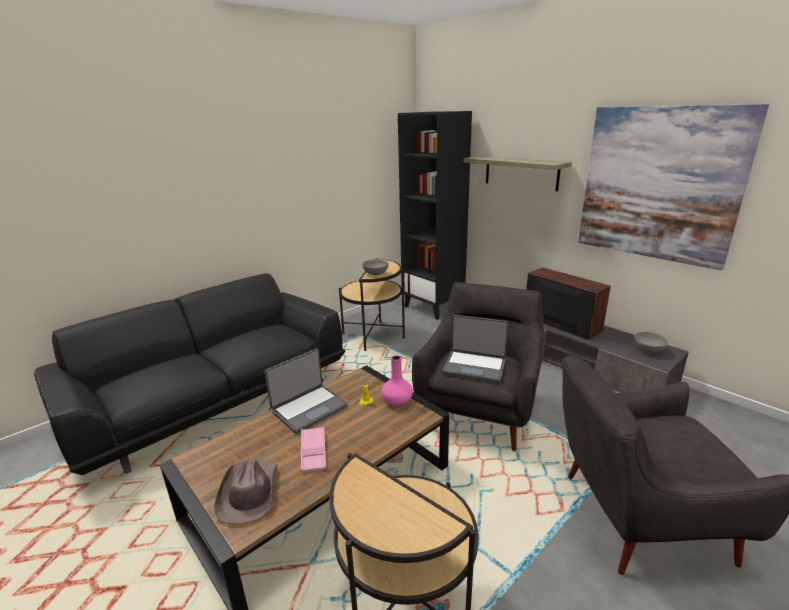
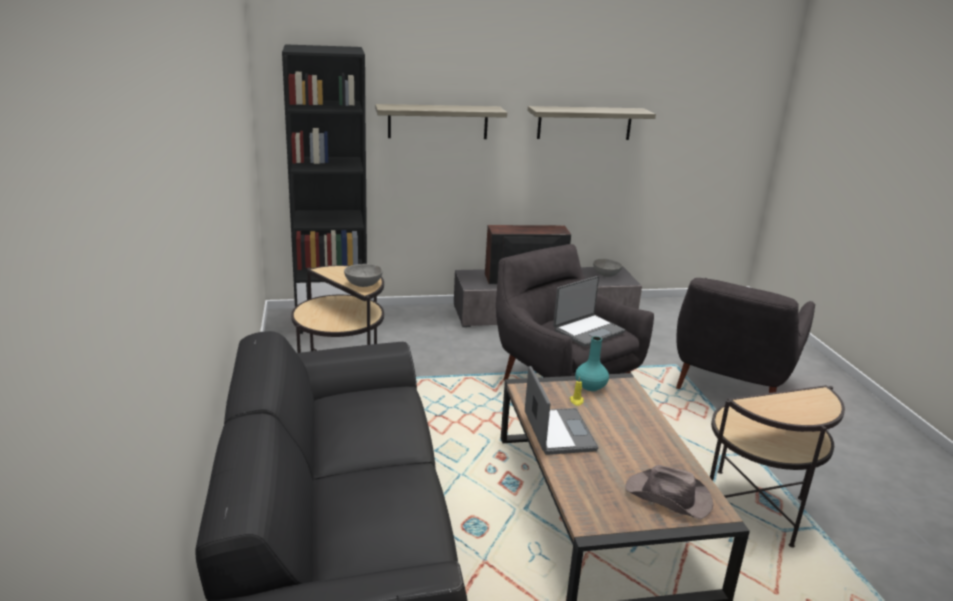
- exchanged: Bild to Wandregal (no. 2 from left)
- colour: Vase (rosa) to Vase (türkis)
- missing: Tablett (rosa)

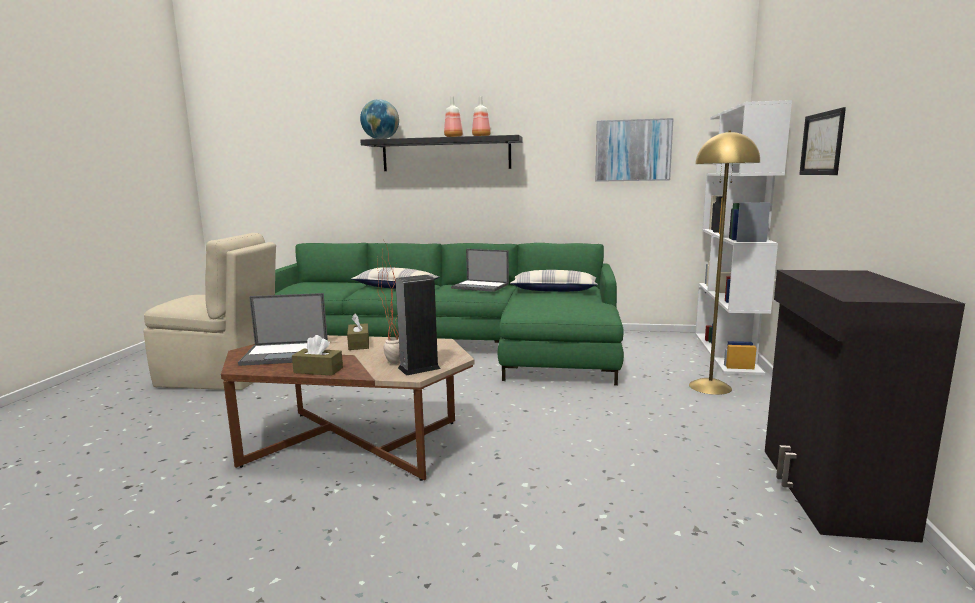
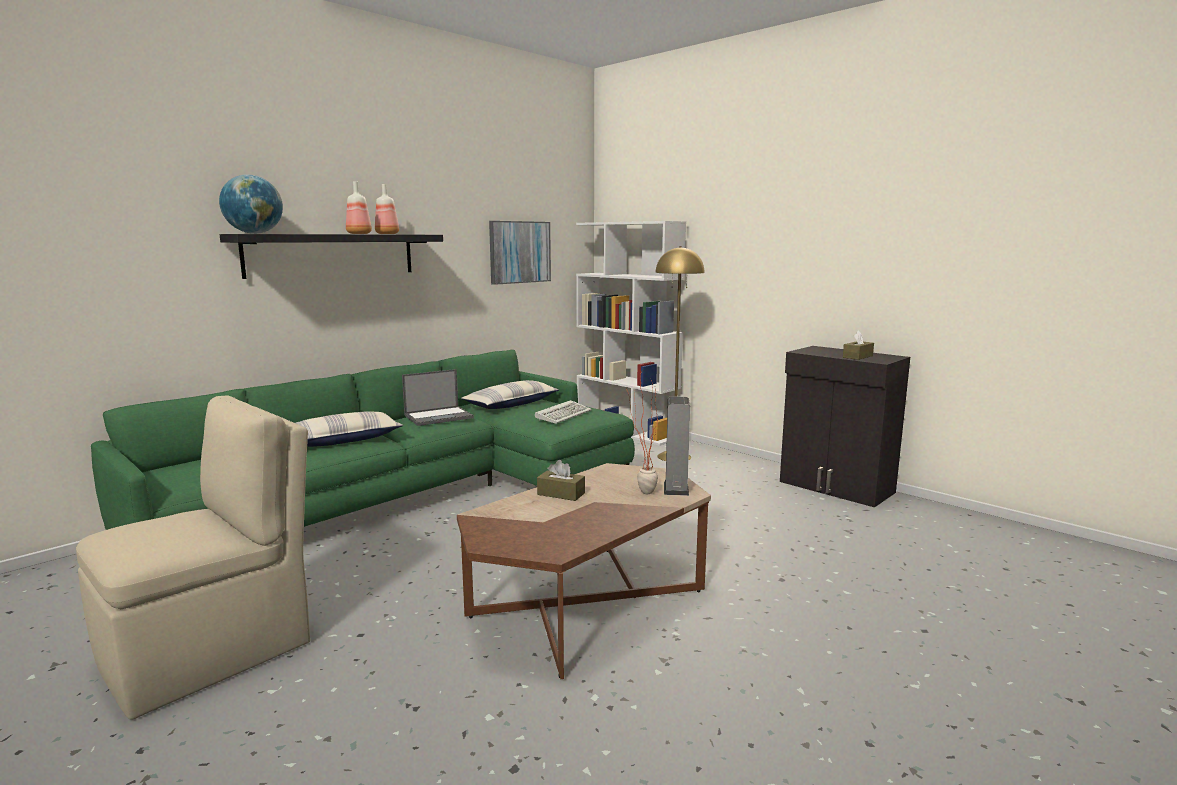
- appeared: Tastatur
- relocated: Taschentuchbox (braun) (no. 1 from left in the first image) to Taschentuchbox (braun) (no. 2 from left)
- missing: Laptop (no. 1 from left)
- missing: Bild (no. 2 from left)

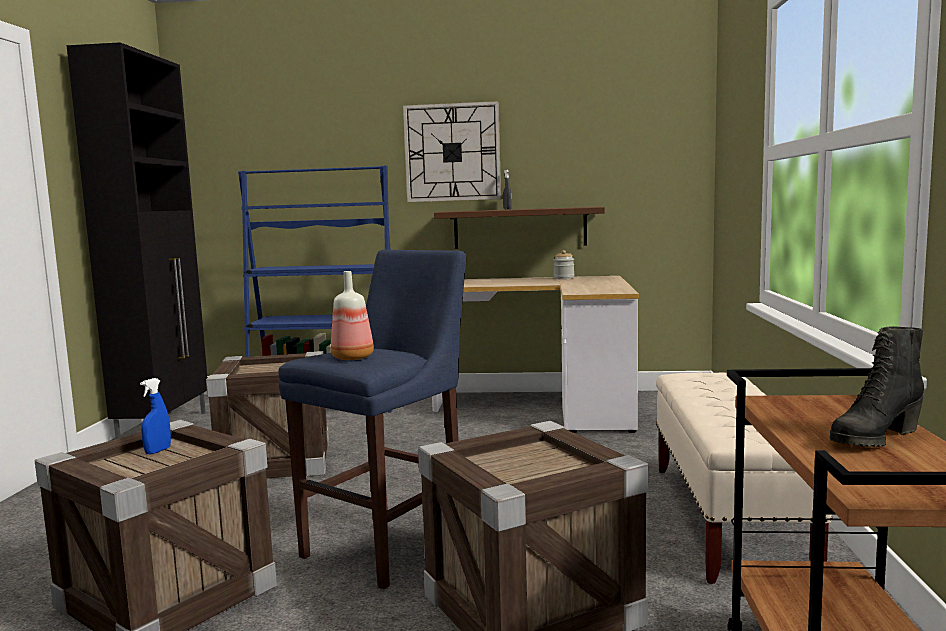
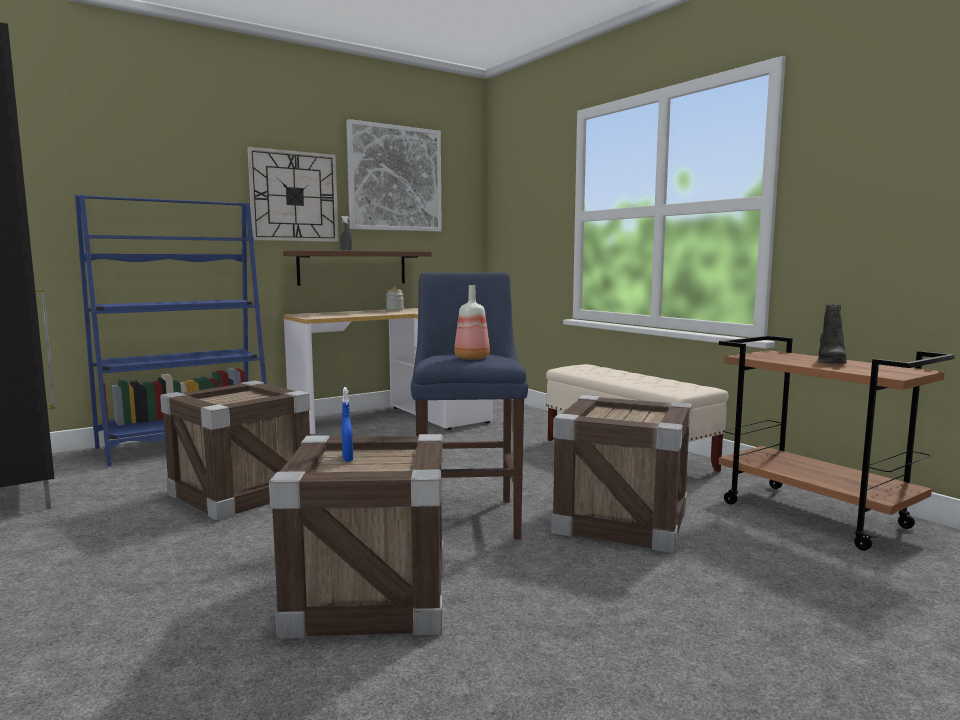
- appeared: Bild

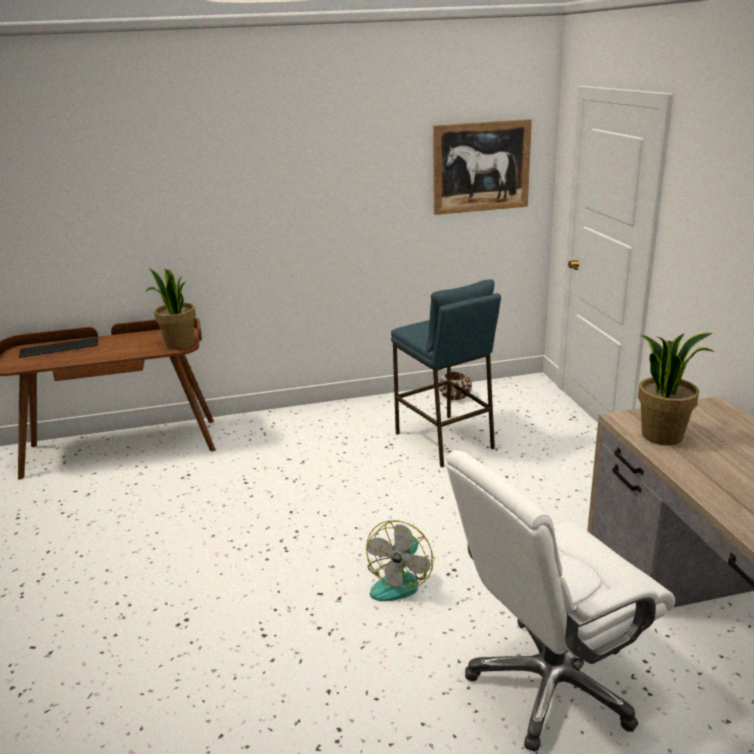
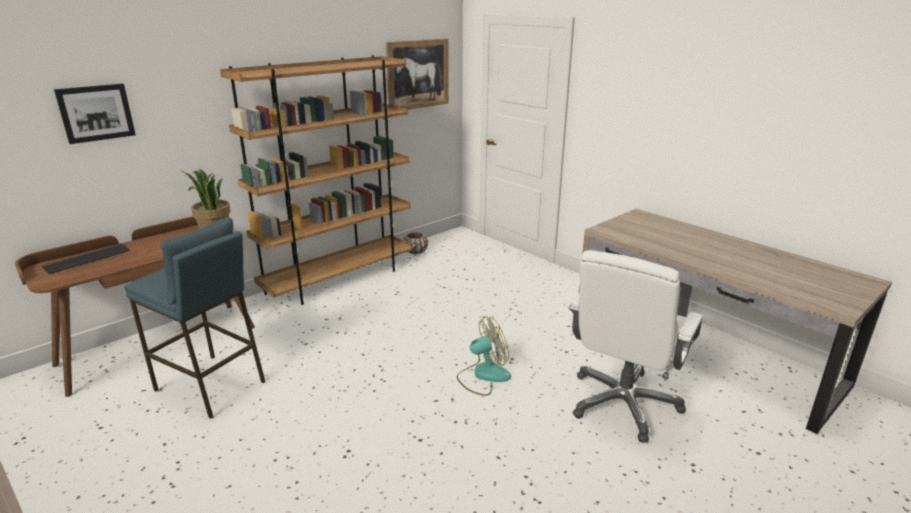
- appeared: Bild (no. 1 from left)
- relocated: Hocker (blau)
- appeared: Bücherregal (braun)
- spun: Ventilator 105 degrees counterclockwise
- missing: Topfpflanze (no. 2 from left)

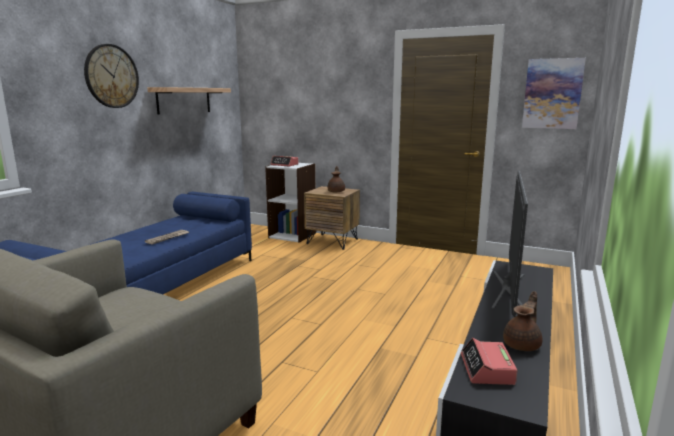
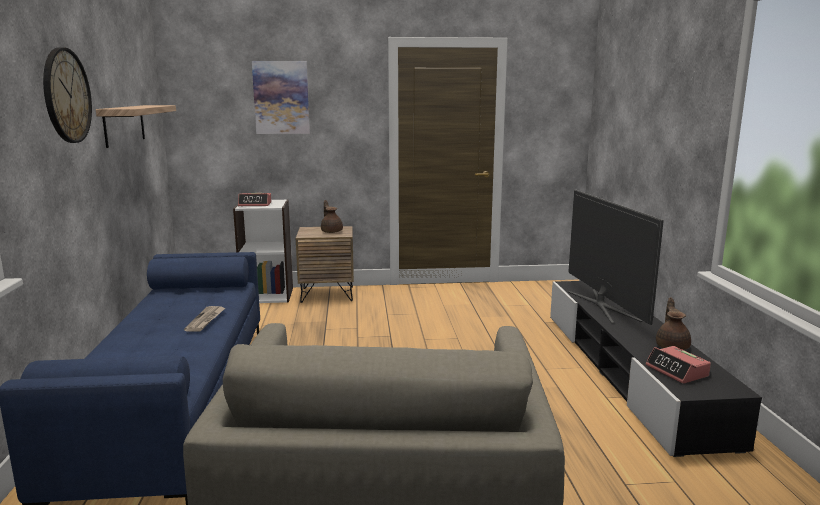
- relocated: Bild

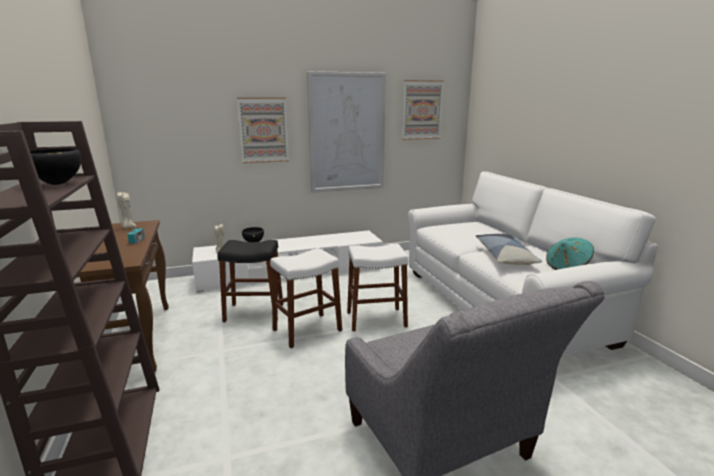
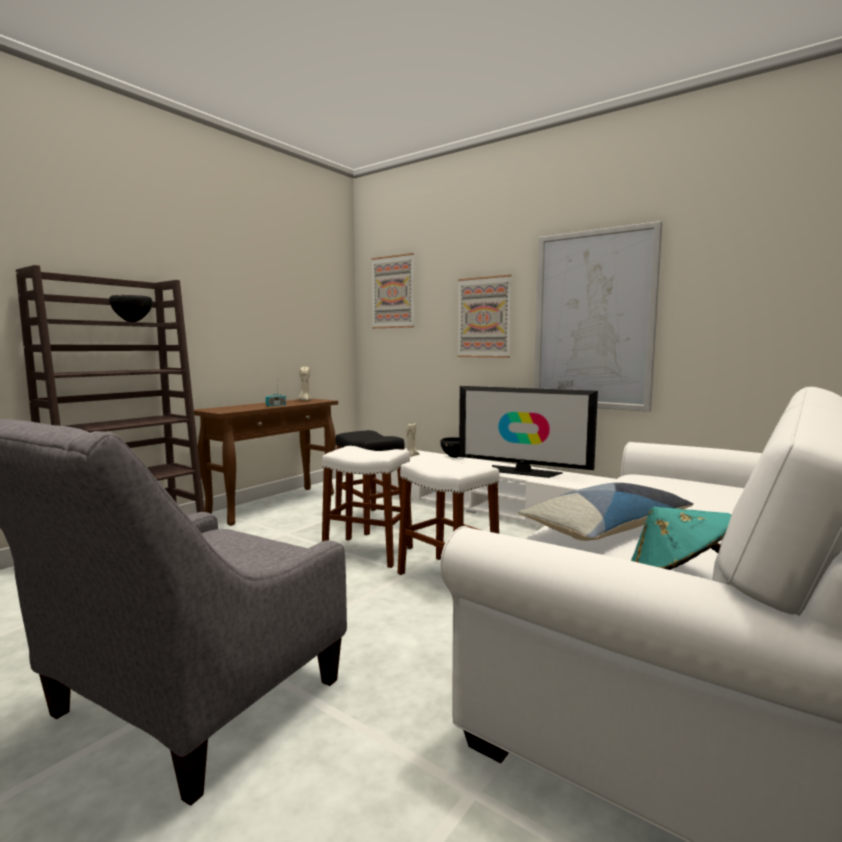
- relocated: Bild (no. 3 from left in the first image) to Bild (no. 1 from left)
- appeared: Fernseher

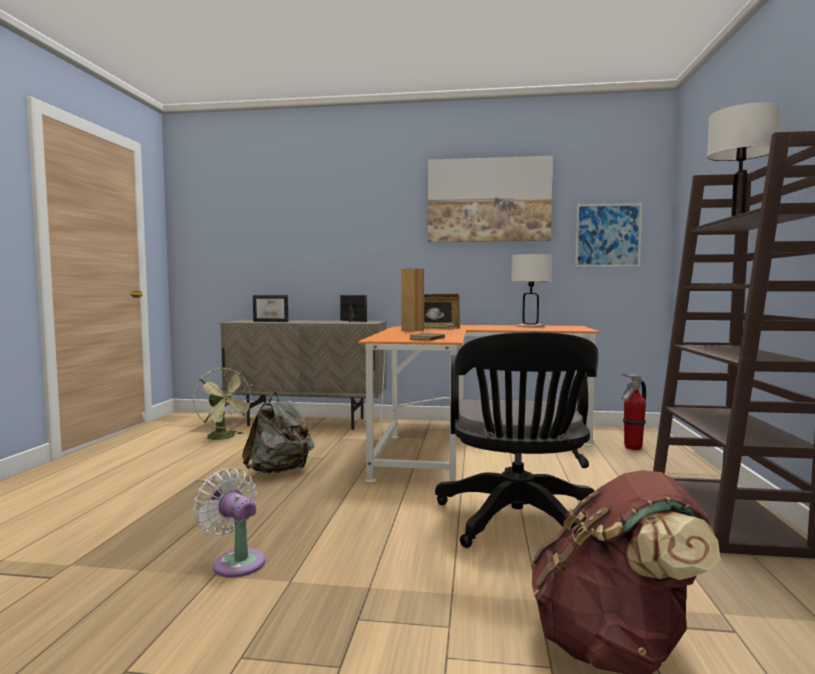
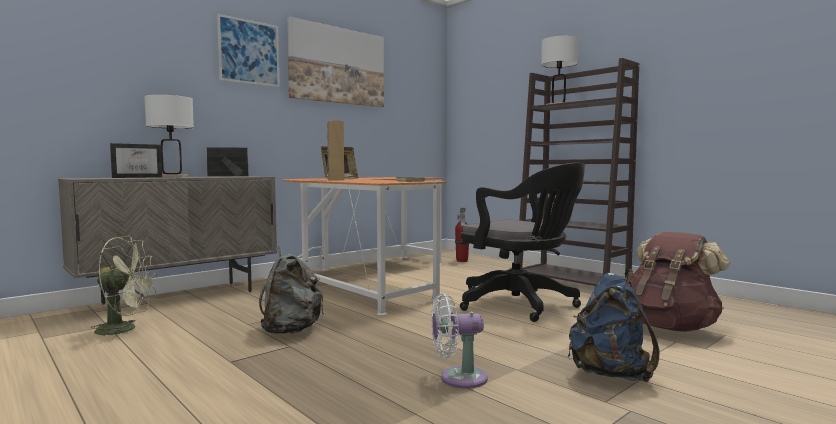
- relocated: Tischlampe (weiß) (no. 1 from left)
- relocated: Bild (no. 2 from left in the first image) to Bild (no. 1 from left)
- appeared: Rucksack (blau)

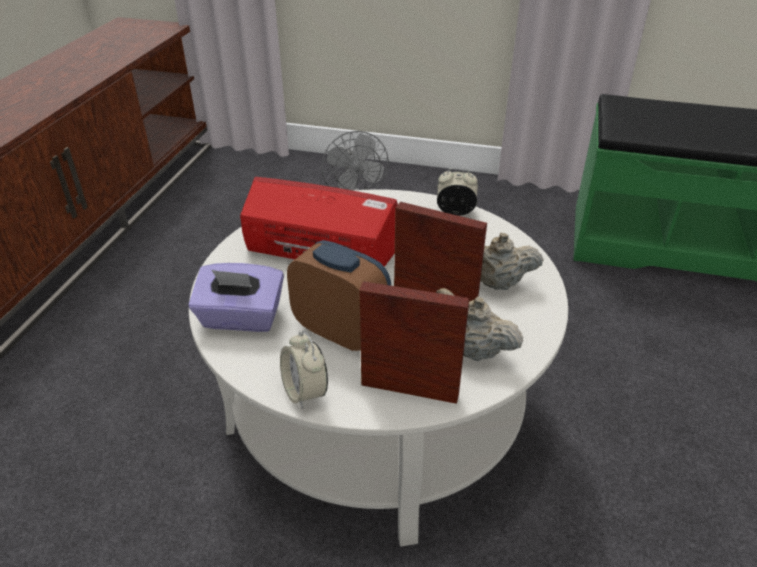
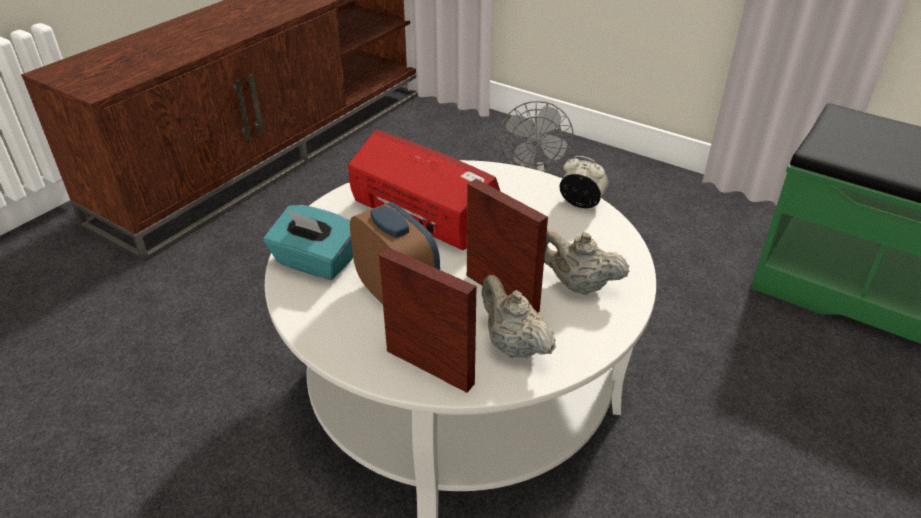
- colour: Taschentuchbox (lila) to Taschentuchbox (türkis)
- missing: Wecker (no. 1 from left)

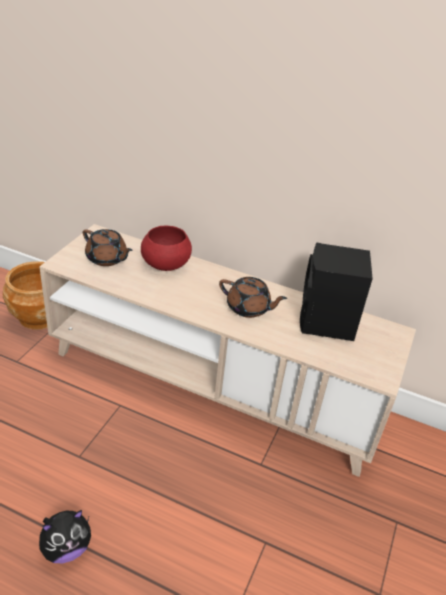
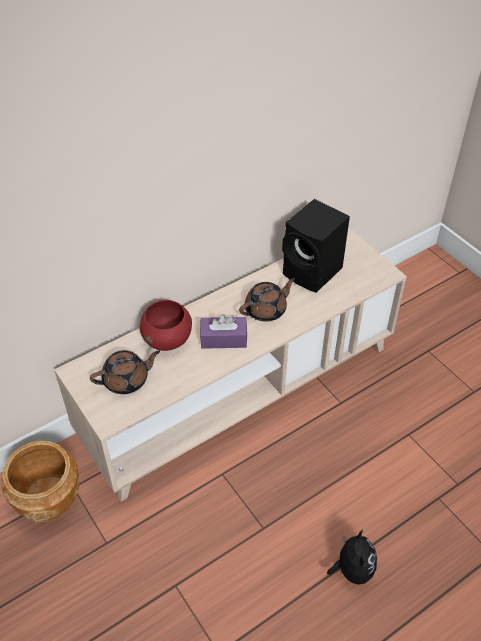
- appeared: Taschentuchbox (lila)

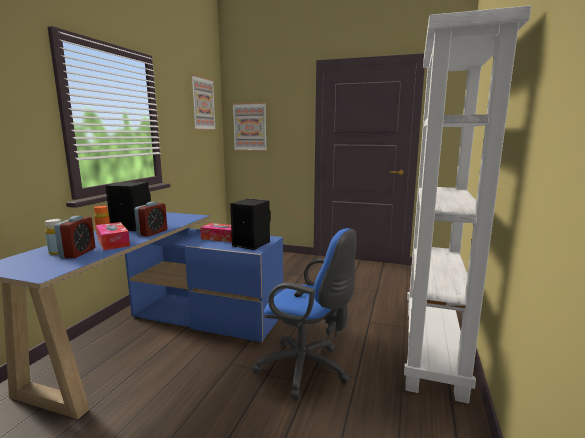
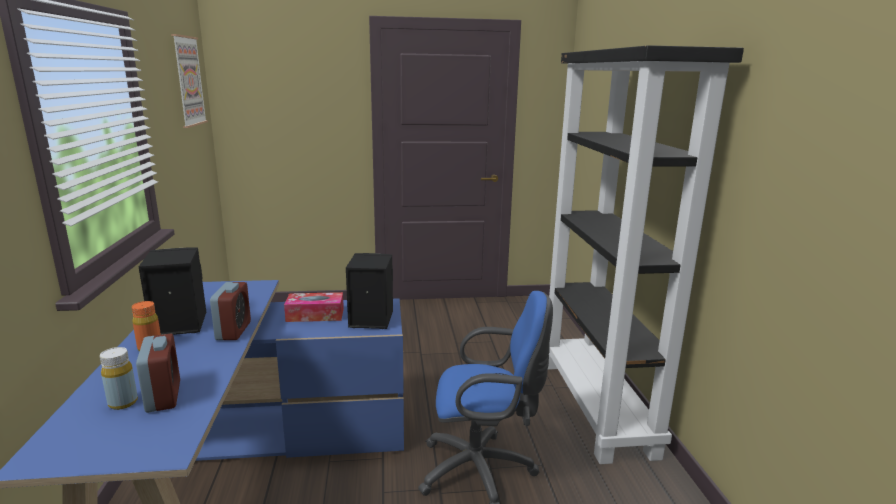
- colour: Bücherregal (weiß) to Bücherregal (schwarz)
- missing: Taschentuchbox (no. 1 from left)
- missing: Bild (no. 2 from left)

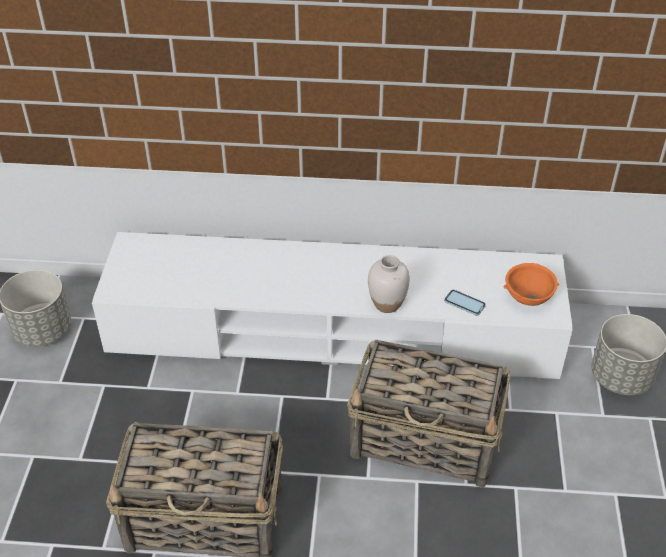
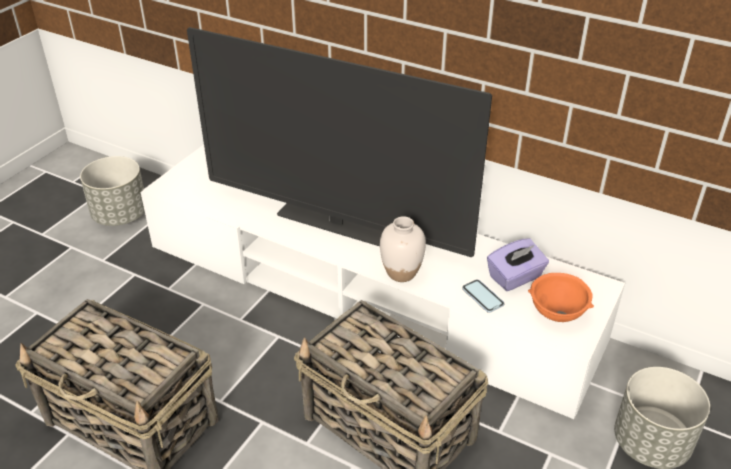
- appeared: Fernseher
- appeared: Taschentuchbox (lila)

